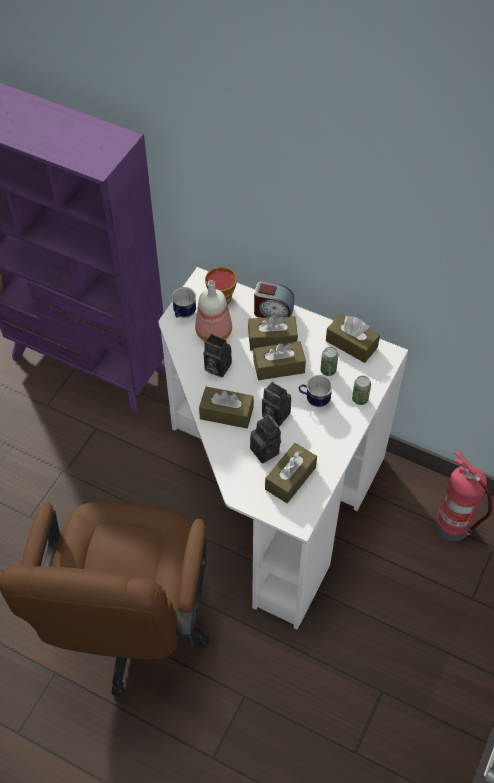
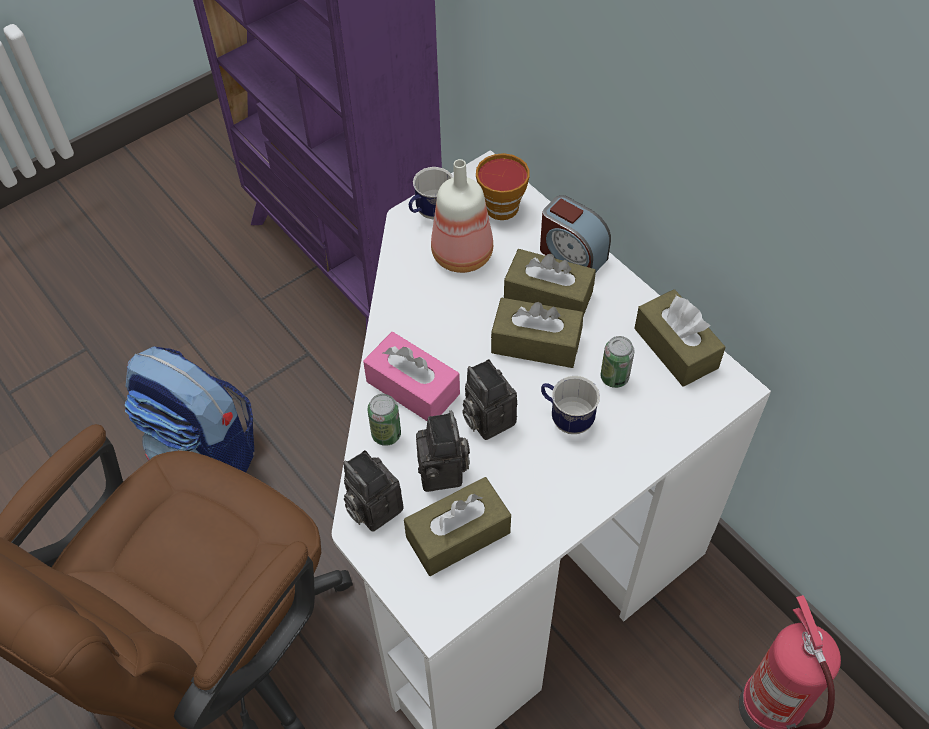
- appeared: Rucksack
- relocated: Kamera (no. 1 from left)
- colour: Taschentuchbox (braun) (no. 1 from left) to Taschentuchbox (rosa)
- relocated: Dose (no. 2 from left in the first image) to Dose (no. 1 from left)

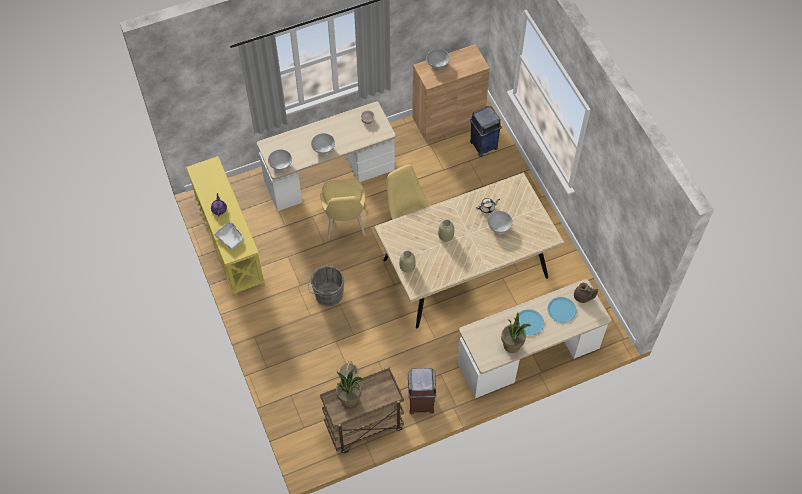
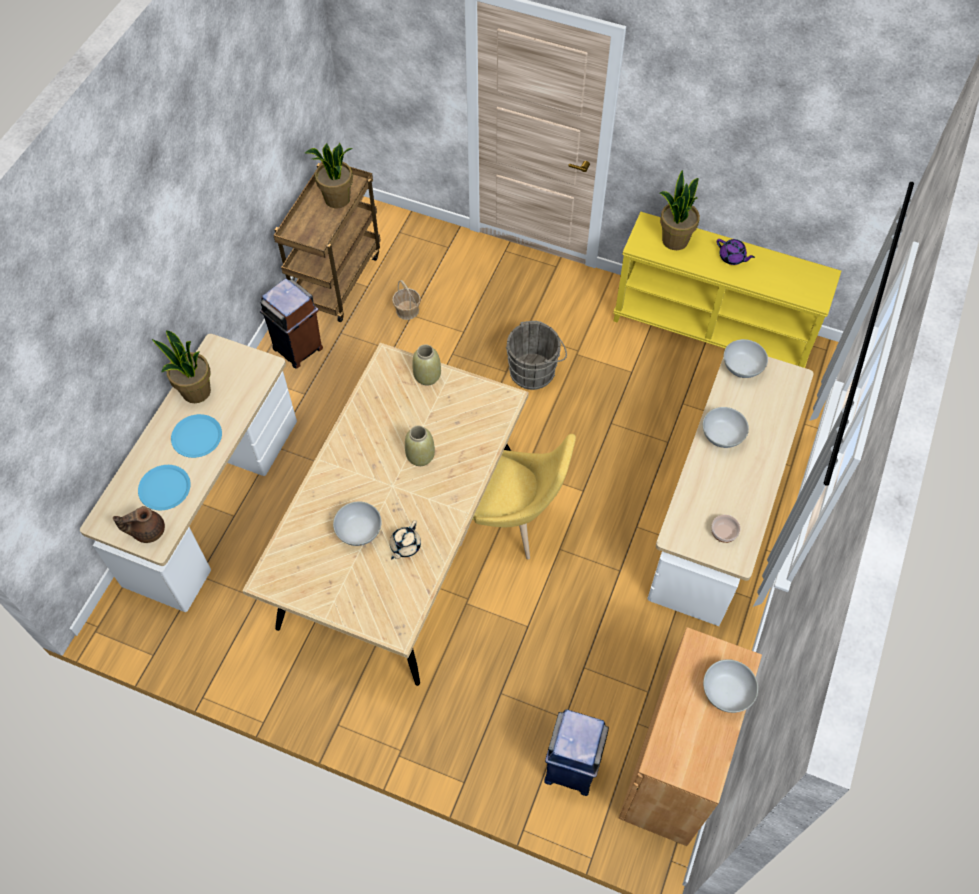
- exchanged: Tablett (grau) to Topfpflanze (no. 3 from left)
- missing: Stuhl (gelb) (no. 1 from left)

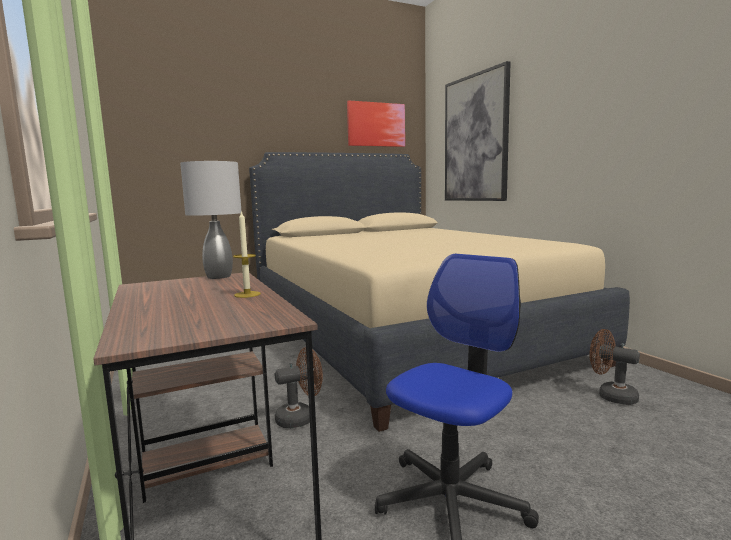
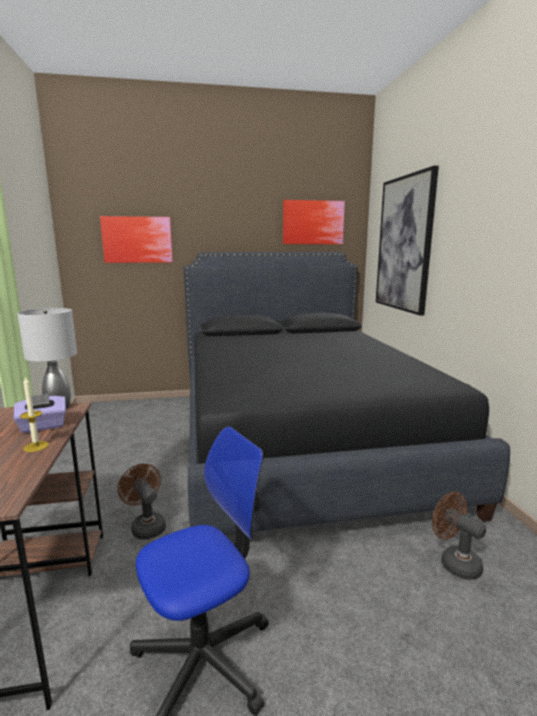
- appeared: Taschentuchbox (lila)
- appeared: Bild (no. 1 from left)
- spun: Ventilator (braun) (no. 1 from left) 120 degrees counterclockwise
- colour: Bett (beige) to Bett (schwarz)

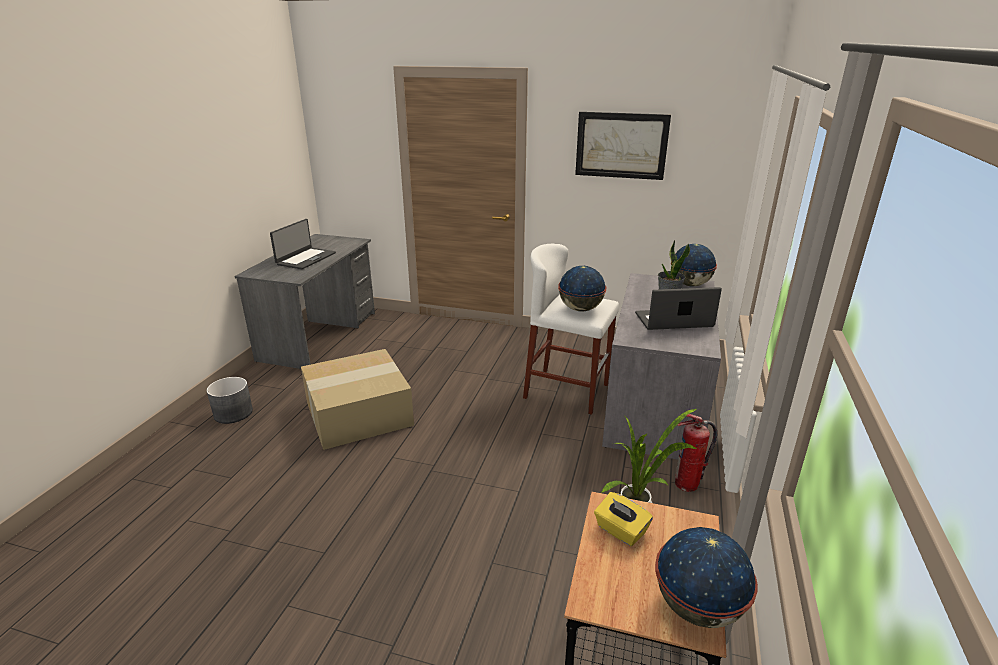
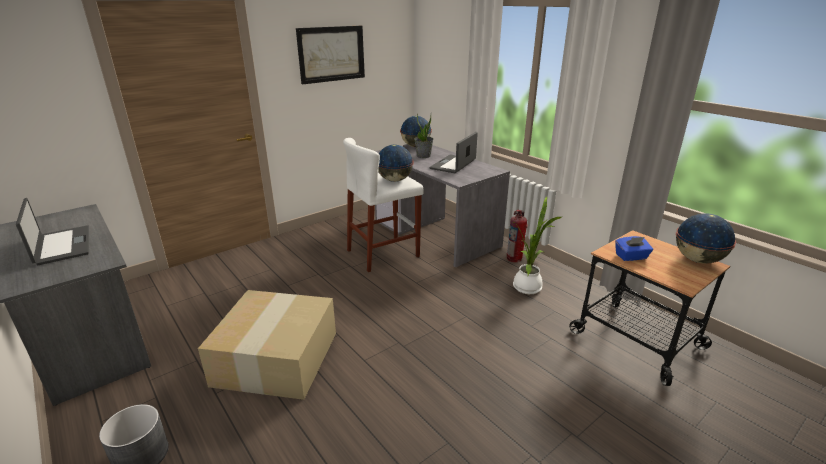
- colour: Taschentuchbox (gelb) to Taschentuchbox (blau)

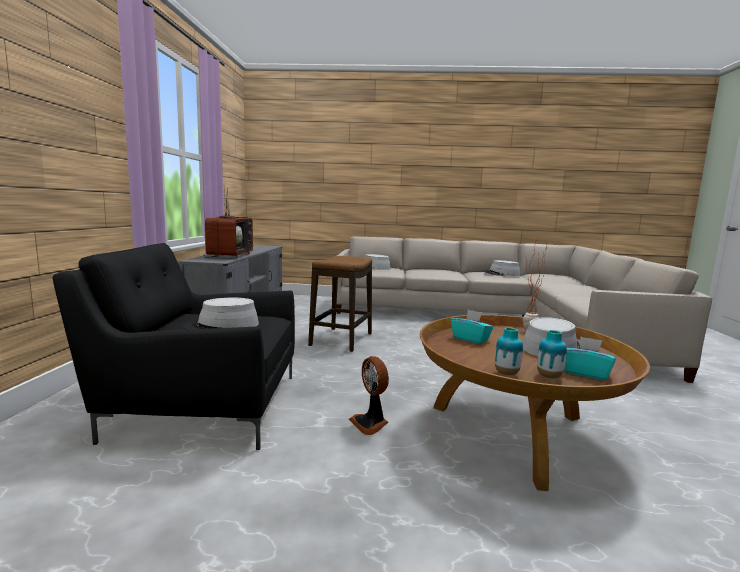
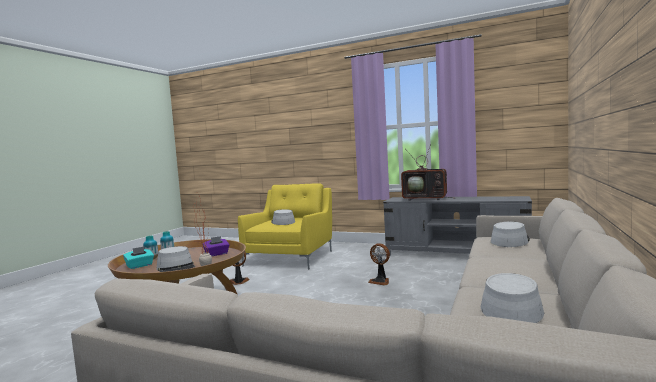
- colour: Taschentuchbox (türkis) (no. 1 from left) to Taschentuchbox (lila)
- colour: Sessel (schwarz) to Sessel (gelb)
- exchanged: Hocker to Ventilator (no. 2 from left)

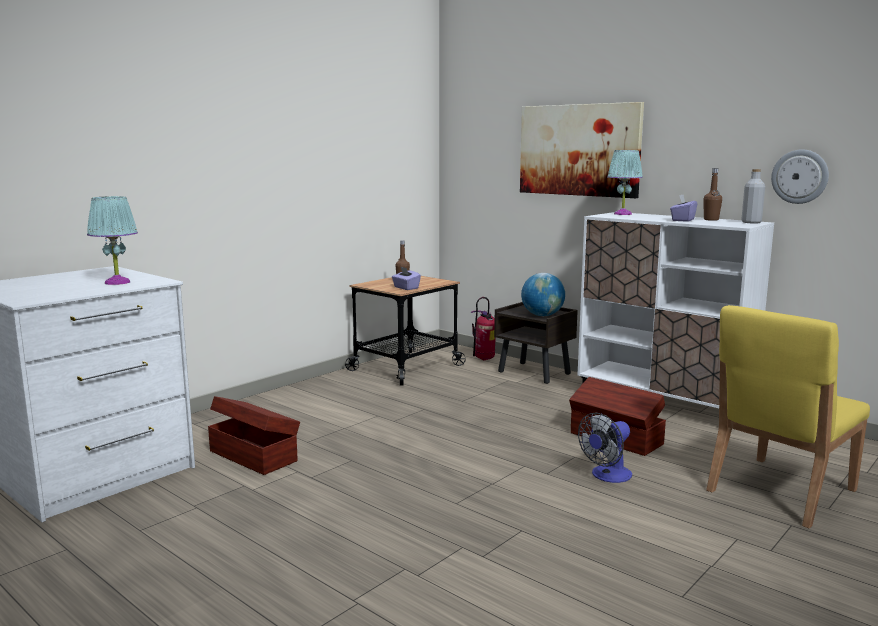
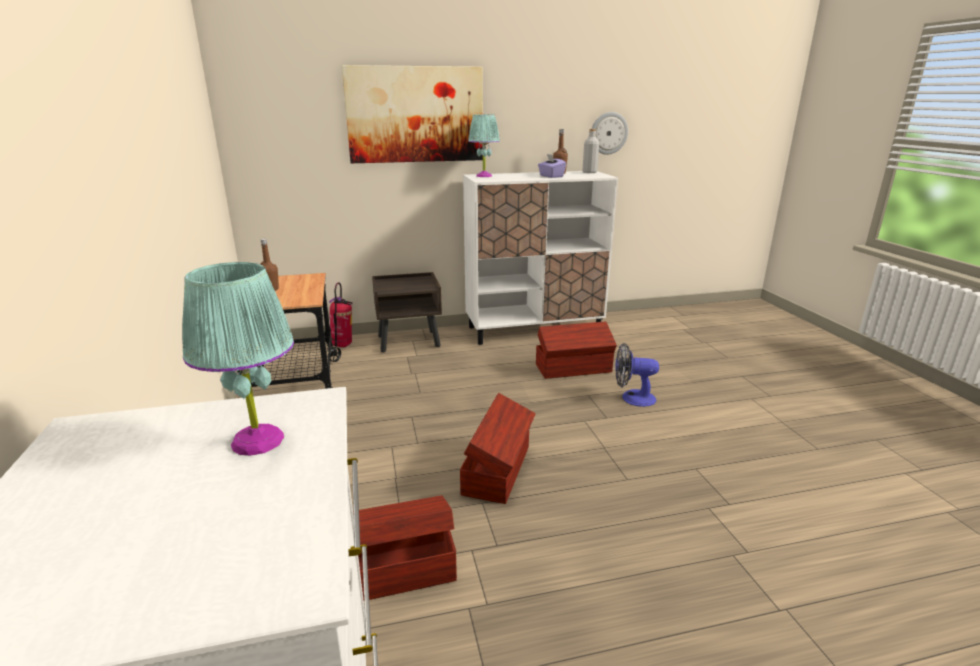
- appeared: Aufbewahrungsbox (braun) (no. 2 from left)
- spun: Ventilator 105 degrees clockwise
- missing: Taschentuchbox (lila) (no. 1 from left)
- missing: Globus
- missing: Stuhl (gelb)

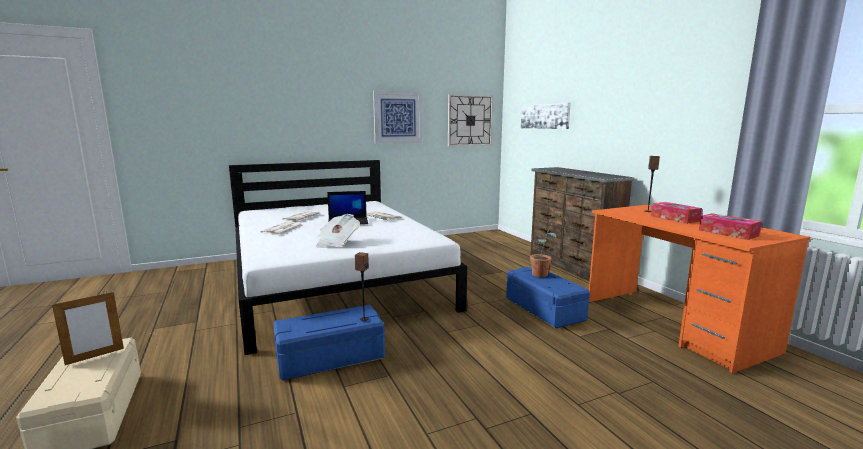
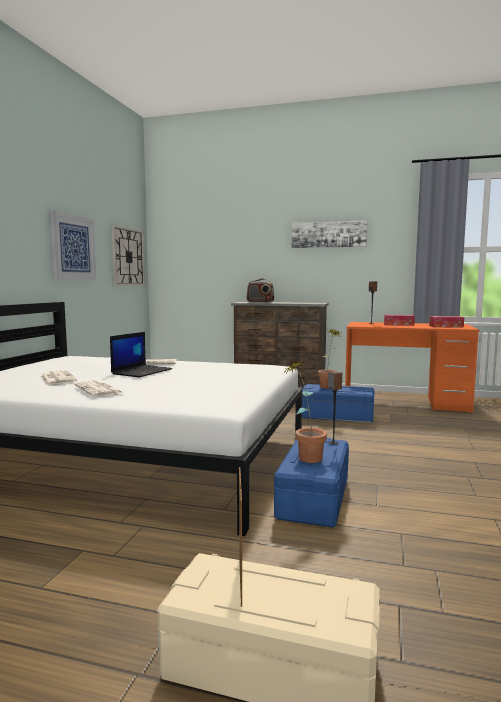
- appeared: Radio
- appeared: Topfpflanze (no. 1 from left)
- relocated: Bild (no. 2 from left)
- missing: Zeitung (no. 3 from left)

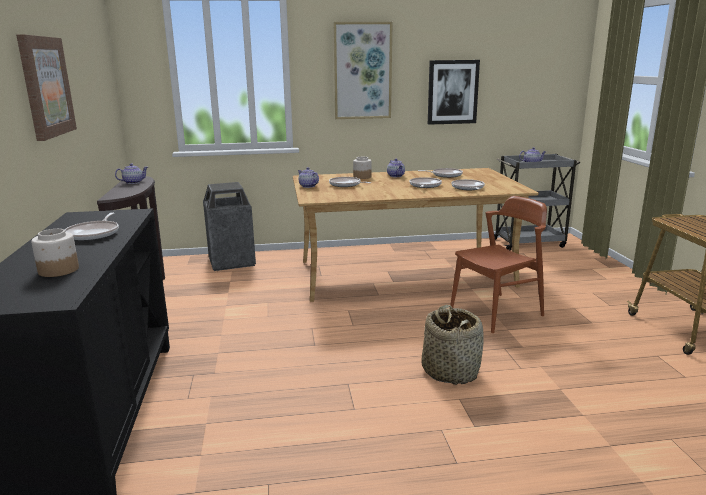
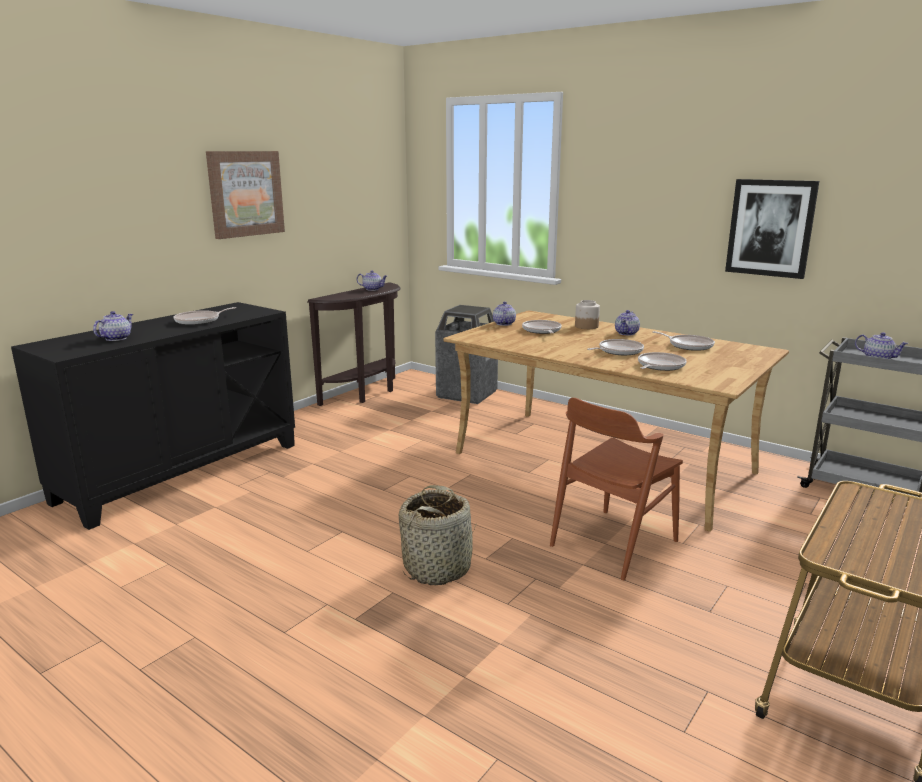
- exchanged: Vorratsglas (no. 1 from left) to Teekanne (no. 1 from left)
- spun: Stuhl (braun) 120 degrees clockwise
- missing: Bild (no. 2 from left)

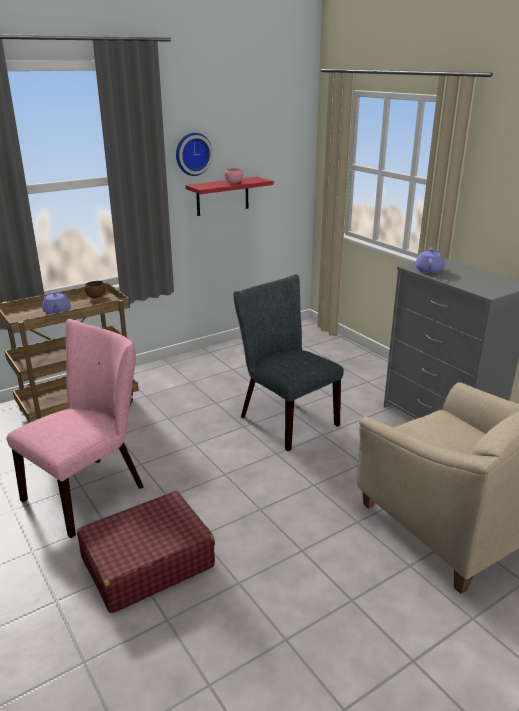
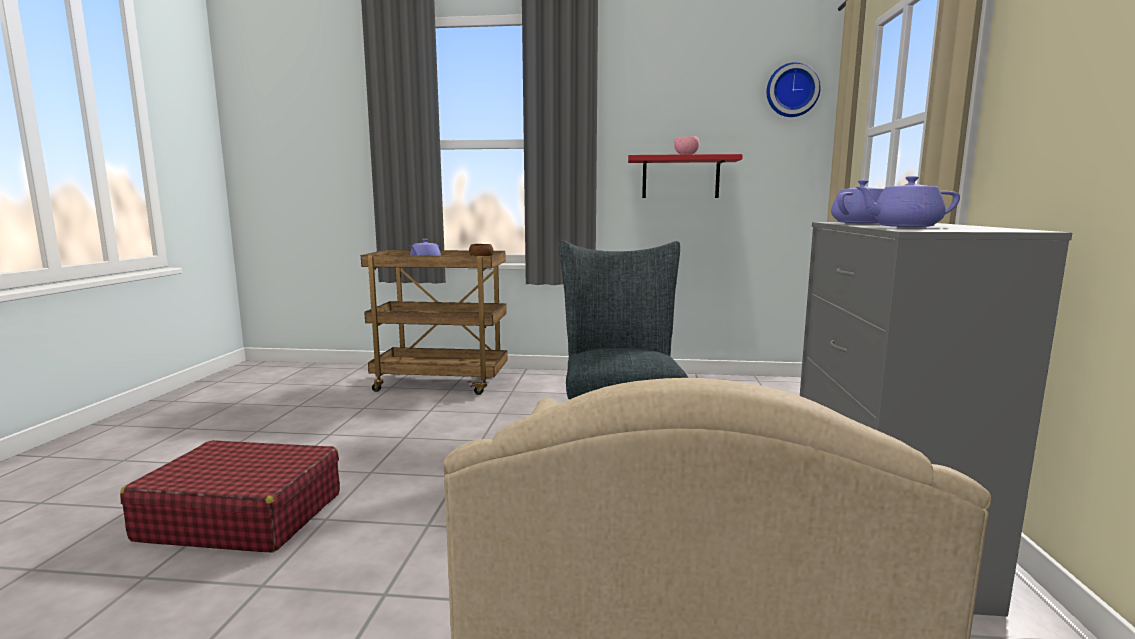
- relocated: Wanduhr
- appeared: Teekanne (lila) (no. 3 from left)
- missing: Stuhl (rosa)

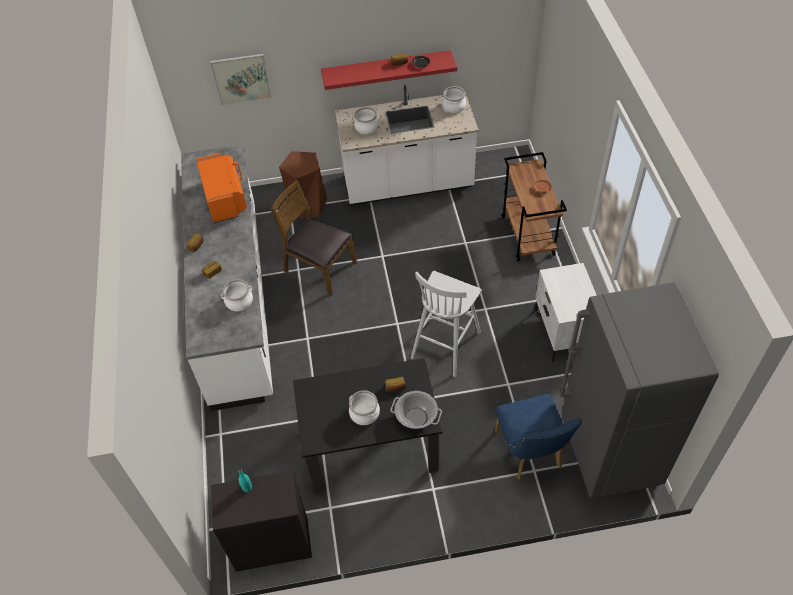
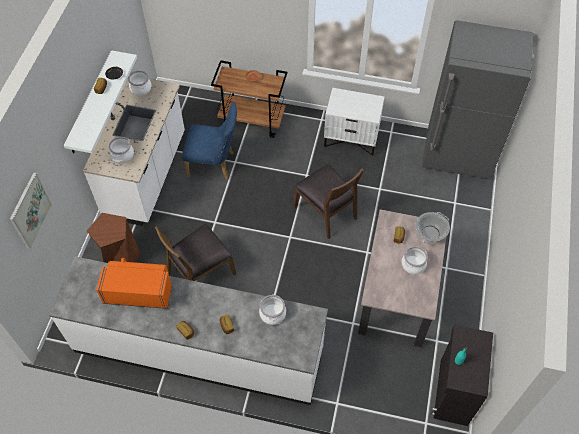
- colour: Wandregal (rot) to Wandregal (weiß)
- relocated: Stuhl (blau)
- exchanged: Hocker (weiß) to Stuhl (braun) (no. 2 from left)
- colour: Esstisch (schwarz) to Esstisch (beige)

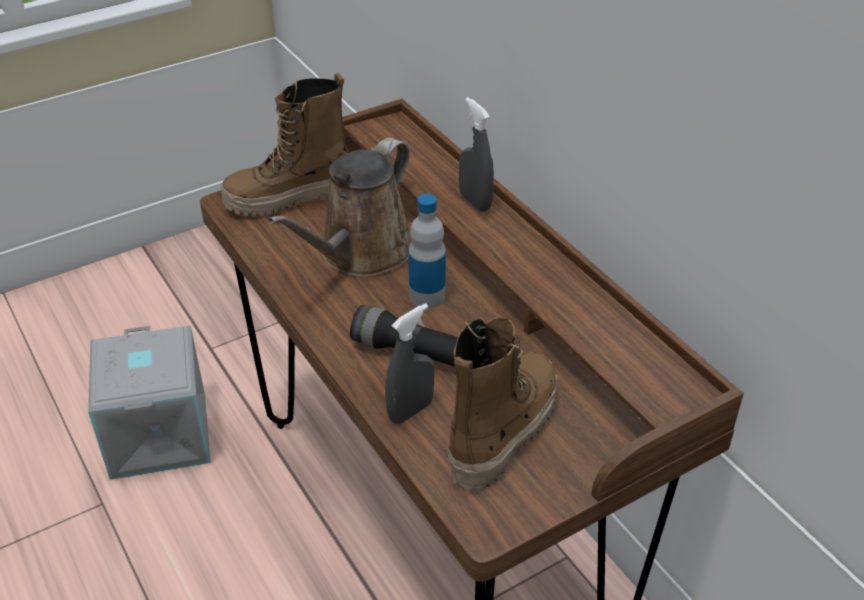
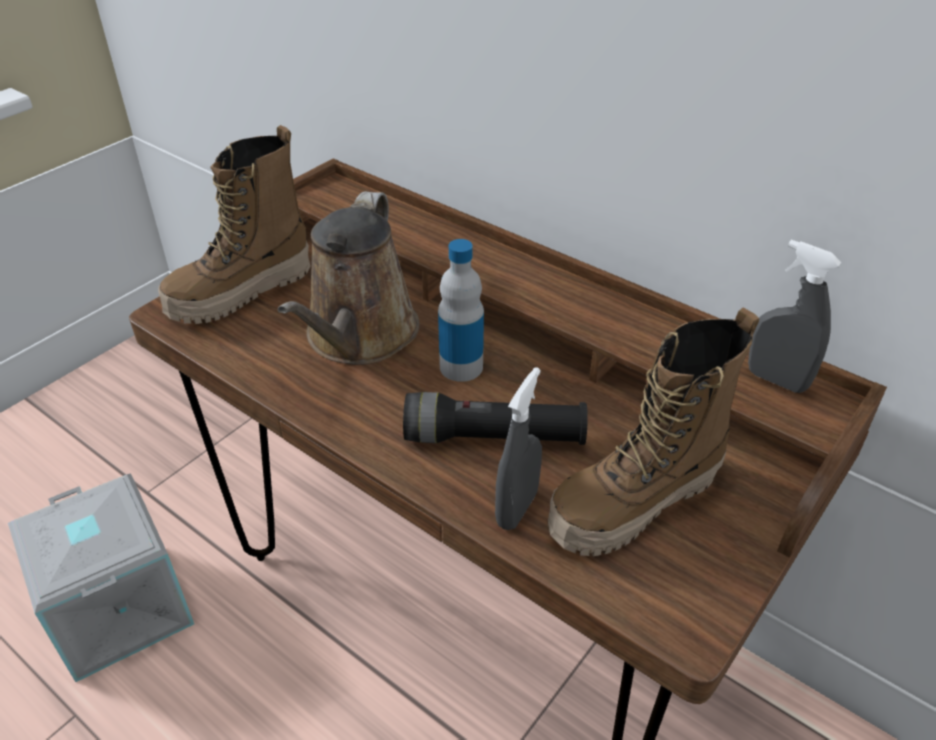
- spun: Stiefel (no. 2 from left) 135 degrees counterclockwise
- relocated: Sprühflasche (grau) (no. 2 from left)

